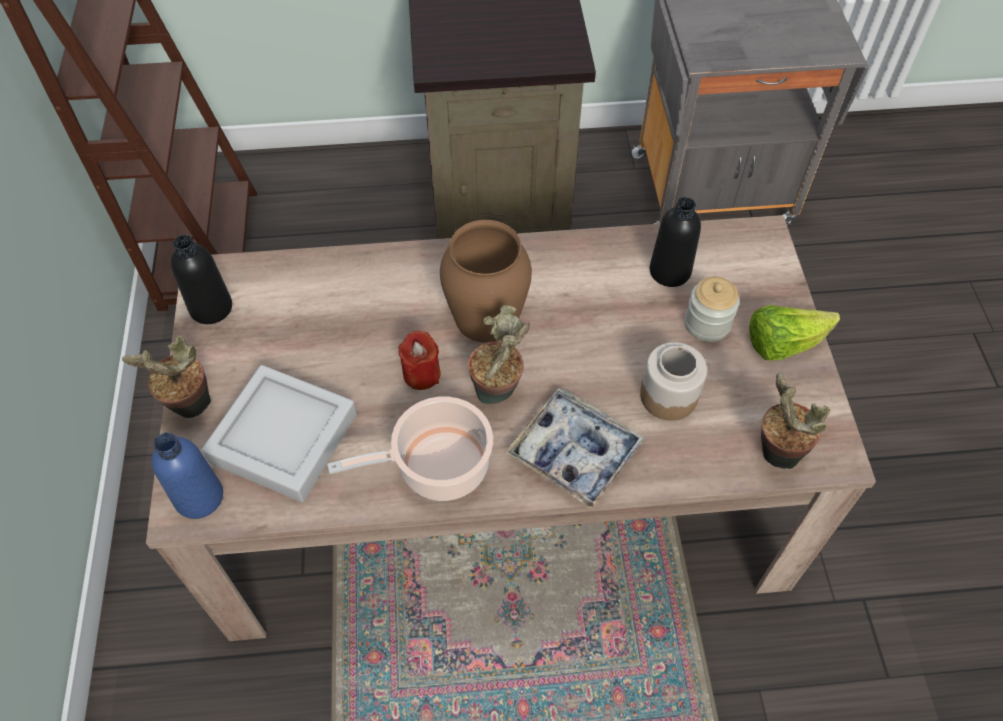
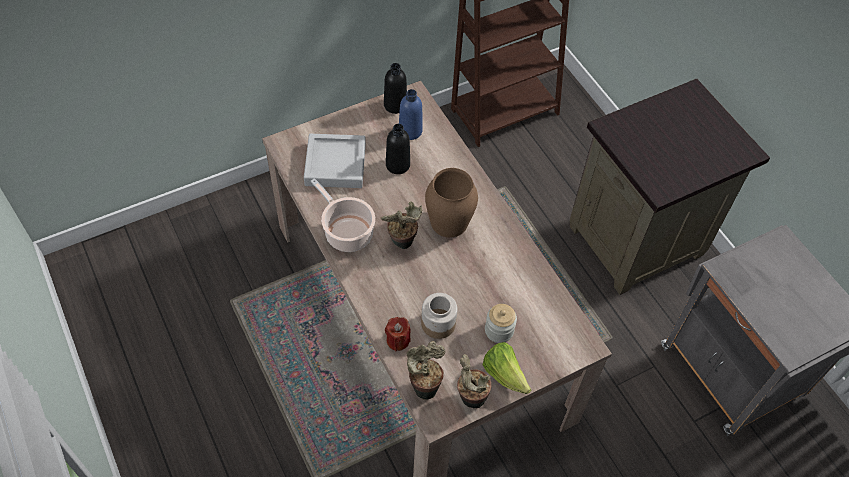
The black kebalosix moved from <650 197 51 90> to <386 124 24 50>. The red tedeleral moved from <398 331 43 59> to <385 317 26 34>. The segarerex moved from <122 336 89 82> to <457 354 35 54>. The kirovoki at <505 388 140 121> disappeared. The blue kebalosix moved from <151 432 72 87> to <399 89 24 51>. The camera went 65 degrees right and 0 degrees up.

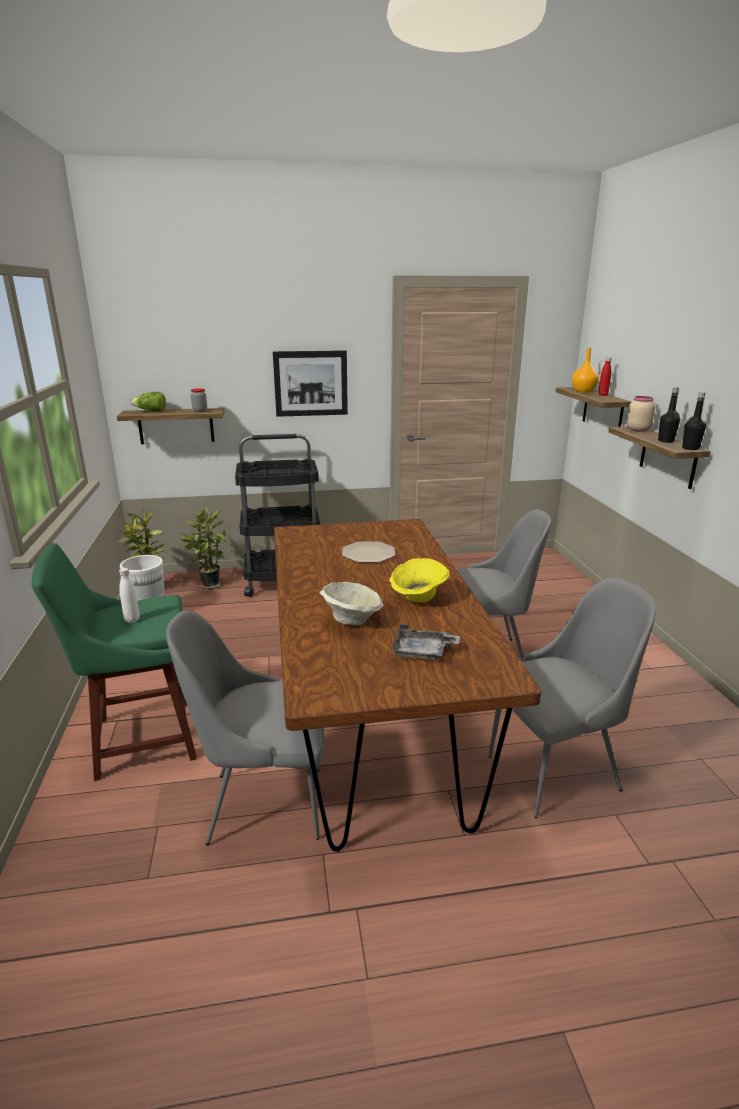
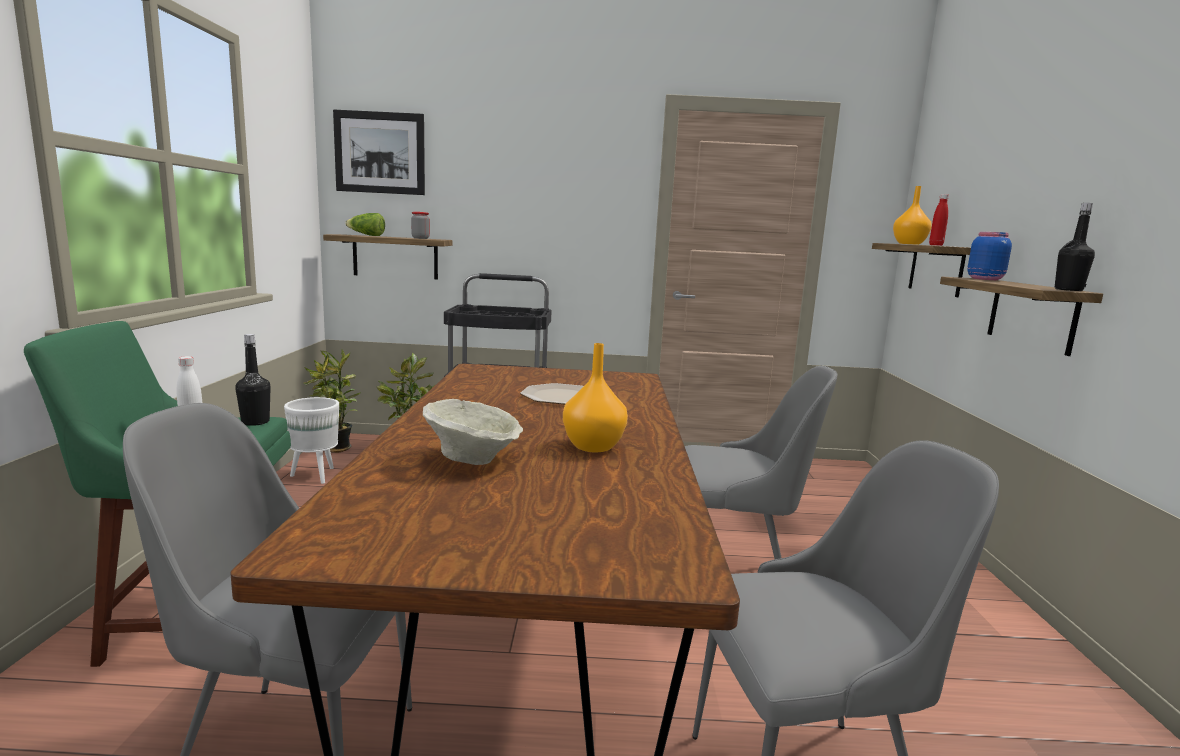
The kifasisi moved from <273 350 75 67> to <333 110 92 85>. The black kebalosix moved from <658 387 22 56> to <235 334 36 92>. The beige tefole at <627 396 28 36> became the blue tefole at <967 232 45 48>. The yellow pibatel at <389 558 61 45> was replaced by the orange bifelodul at <563 343 65 109>. The grey kirovoki at <391 624 69 37> disappeared. The camera went 10 degrees right and 10 degrees down.

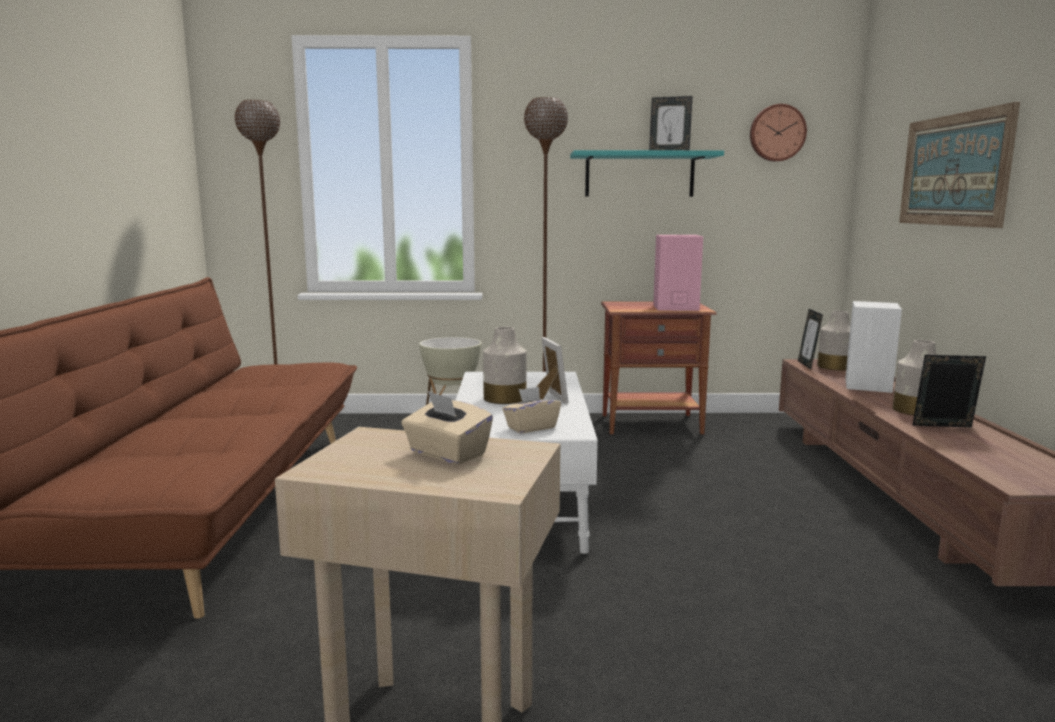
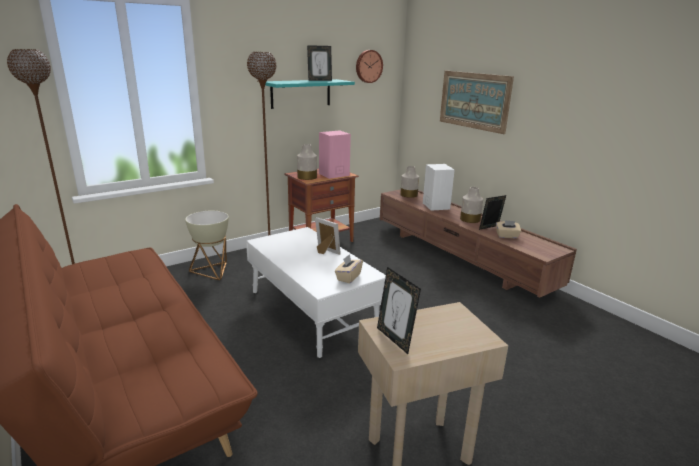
The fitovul moved from <798 309 25 60> to <377 267 44 87>. The beige bifelodul moved from <483 327 44 77> to <297 144 20 36>. The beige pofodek moved from <401 391 92 74> to <496 220 25 18>. The camera went 35 degrees left and 10 degrees up.

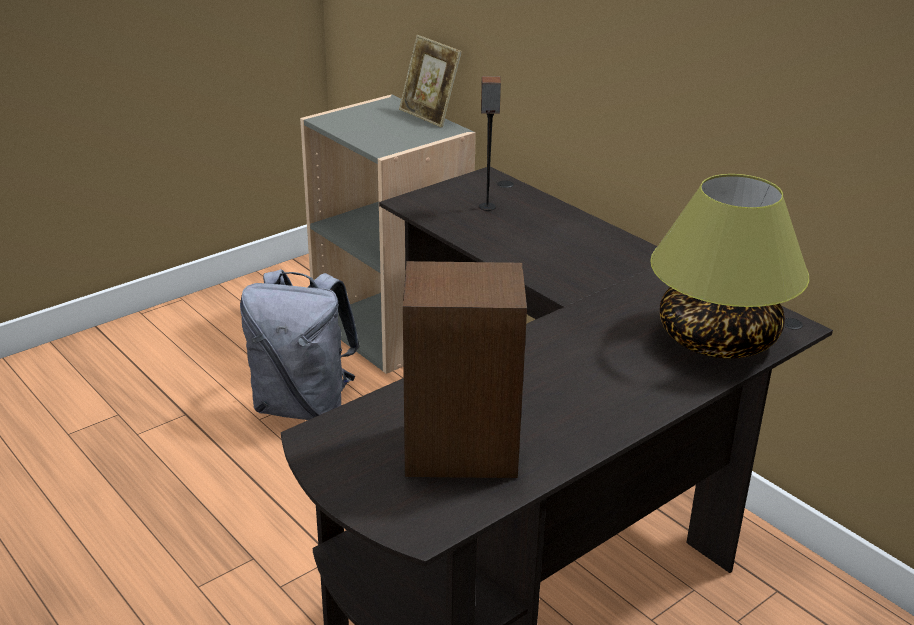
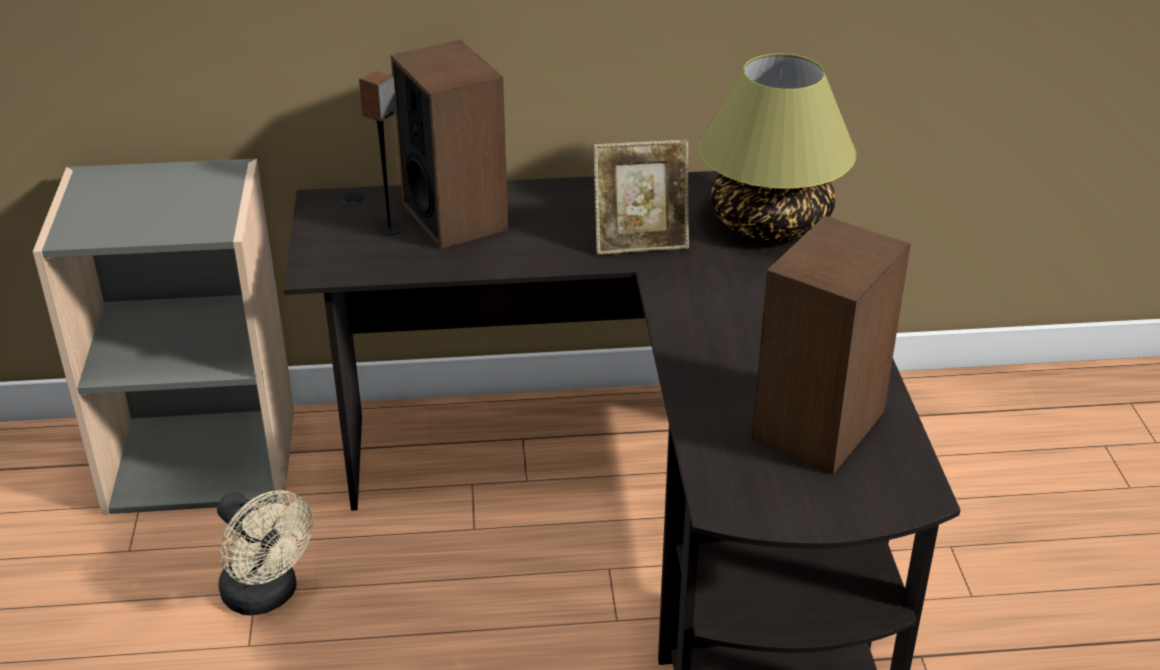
The fitovul moved from <399 35 63 93> to <593 140 96 115>. The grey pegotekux at <240 269 120 151> was replaced by the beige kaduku at <217 490 96 125>. The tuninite at <391 40 117 209> appeared. The camera went 55 degrees left and 5 degrees up.

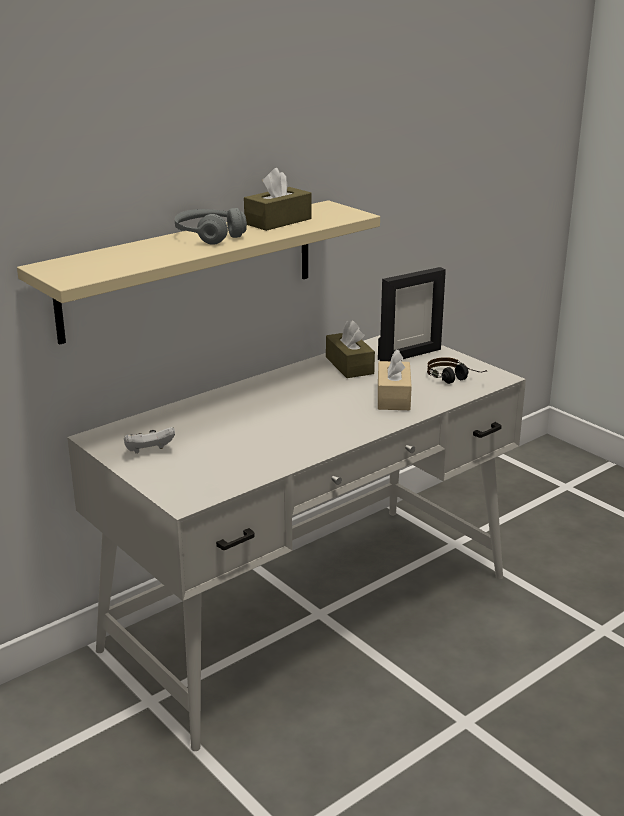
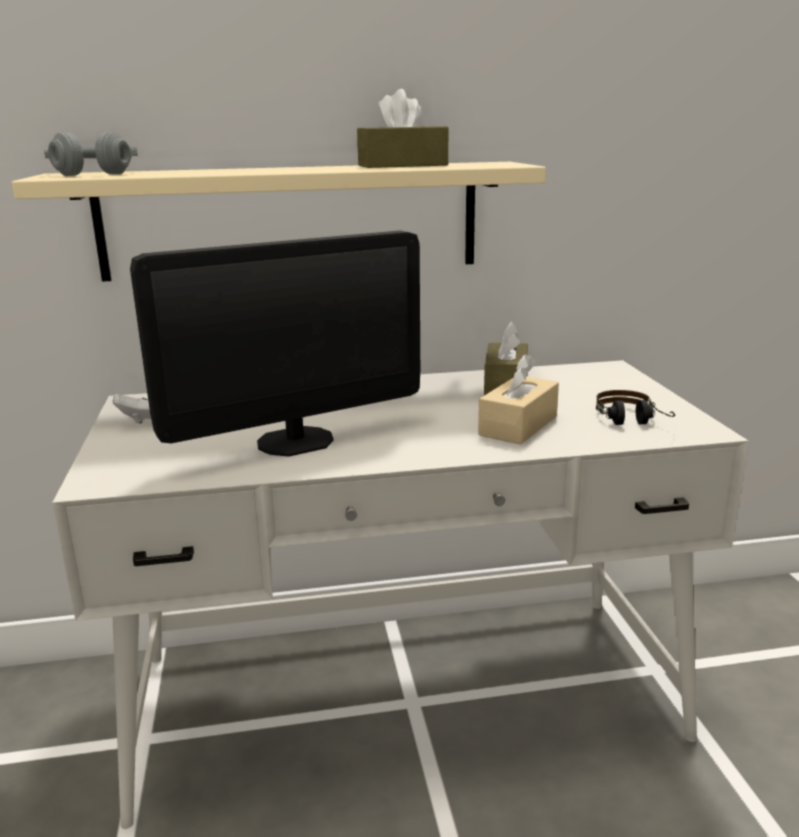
The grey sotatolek moved from <175 208 72 37> to <44 132 94 44>. The fitovul at <378 267 68 94> disappeared. The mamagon at <130 230 290 227> appeared. The camera went 30 degrees right and 5 degrees down.

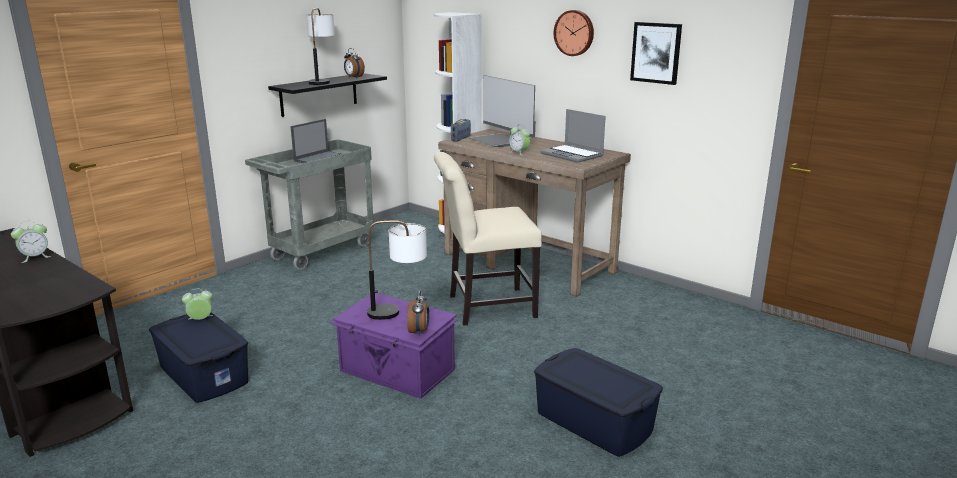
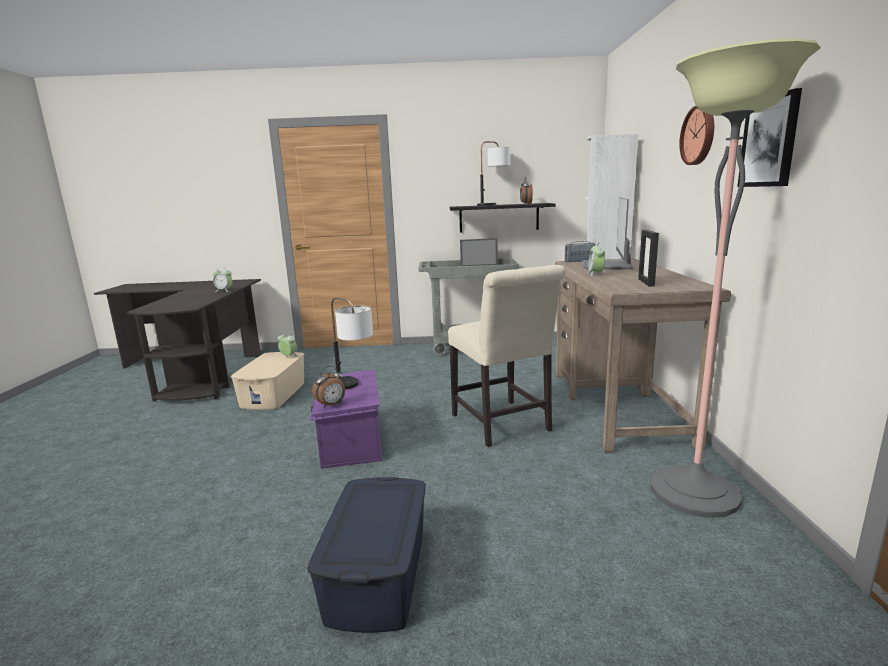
The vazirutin at <540 109 66 54> was replaced by the fitovul at <638 230 21 57>. The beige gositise at <434 152 108 174> turned 150 degrees counterclockwise. The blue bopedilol at <149 313 99 90> became the beige bopedilol at <231 352 73 58>. The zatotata at <650 38 171 480> appeared. The camera went 50 degrees right and 5 degrees down.

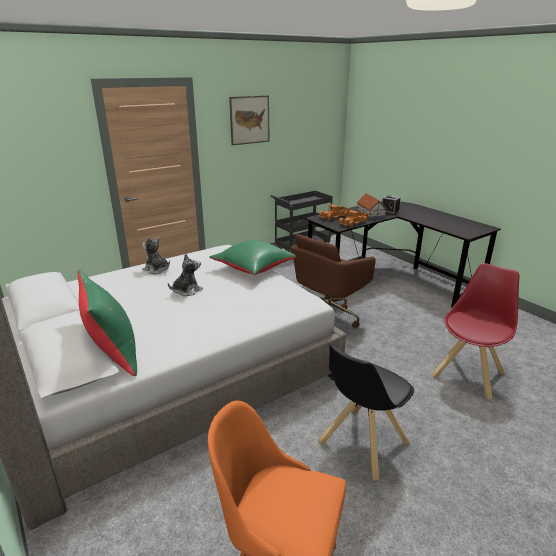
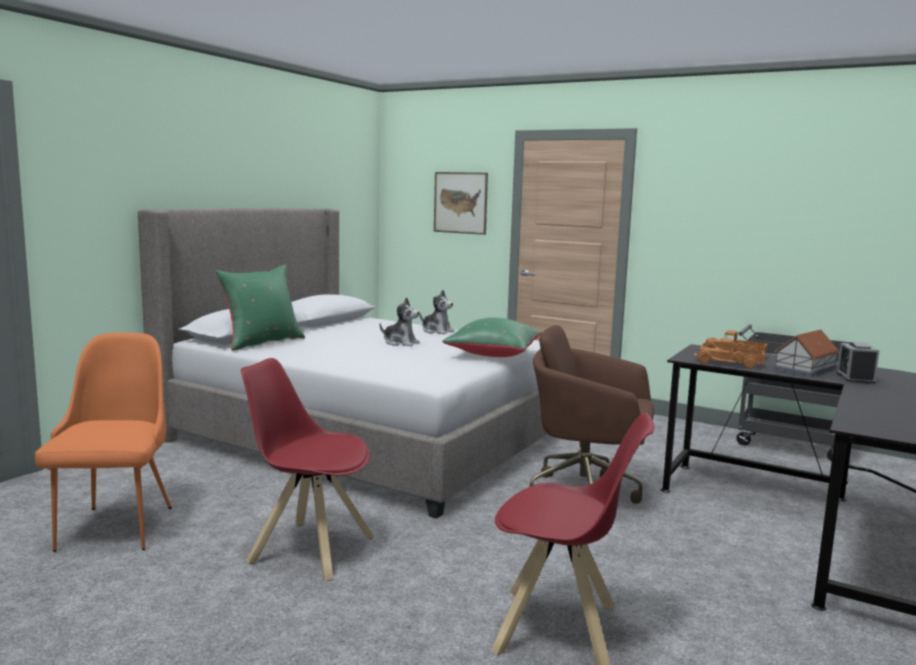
The kifasisi moved from <229 95 41 51> to <434 172 54 63>. The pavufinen at <142 237 28 37> turned 120 degrees clockwise. The black gositise at <318 344 96 137> became the red gositise at <241 358 133 223>. The camera went 65 degrees right and 15 degrees down.

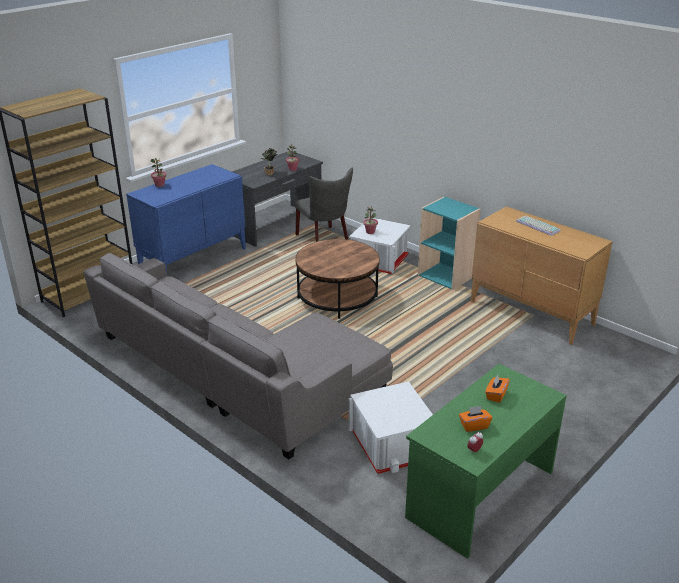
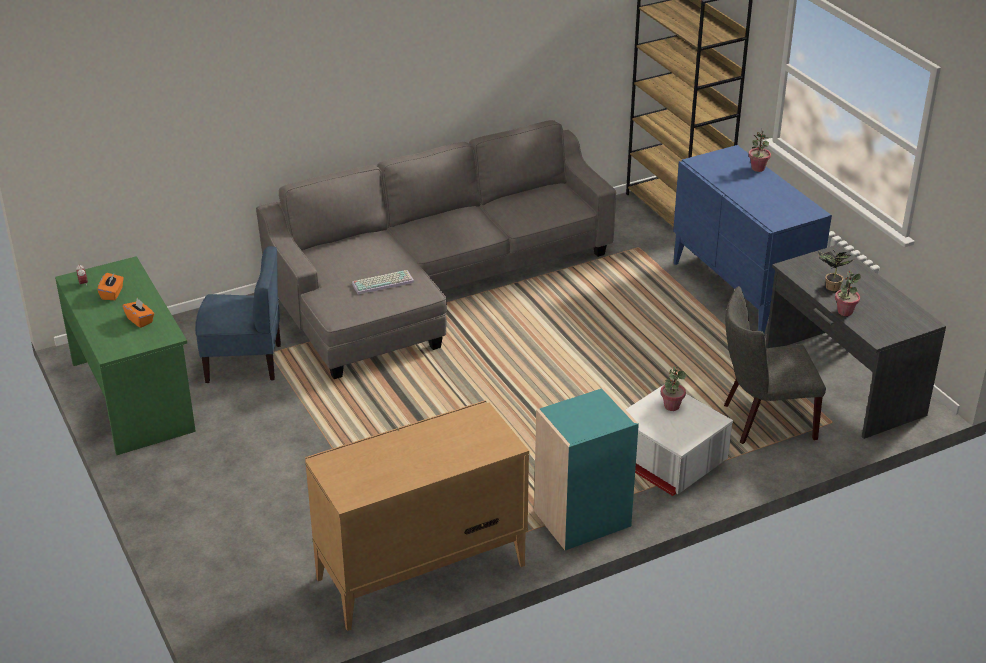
The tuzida moved from <516 215 45 21> to <352 270 62 25>. The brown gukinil at <295 239 85 80> disappeared. The white bopedilol at <348 381 85 93> was replaced by the blue gositise at <195 246 86 137>. The camera went 110 degrees right and 5 degrees up.

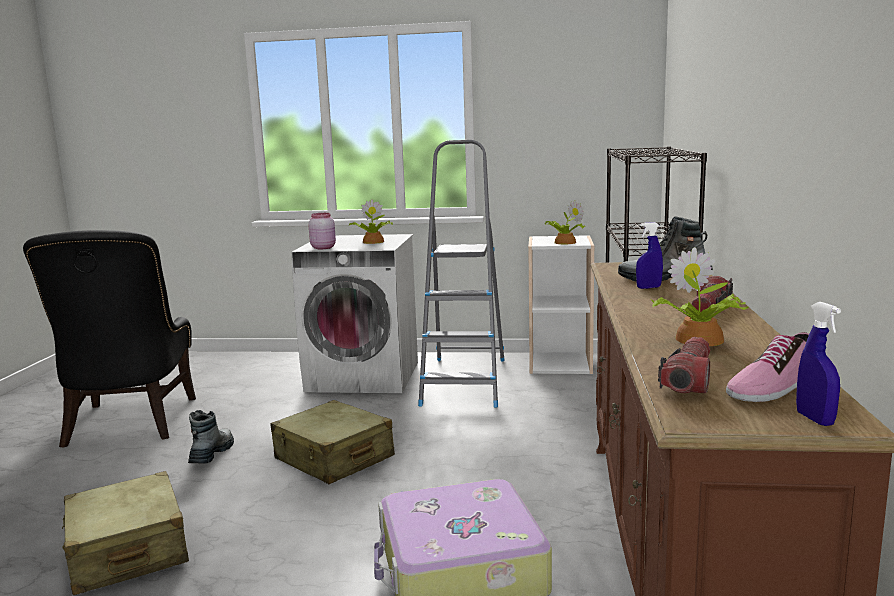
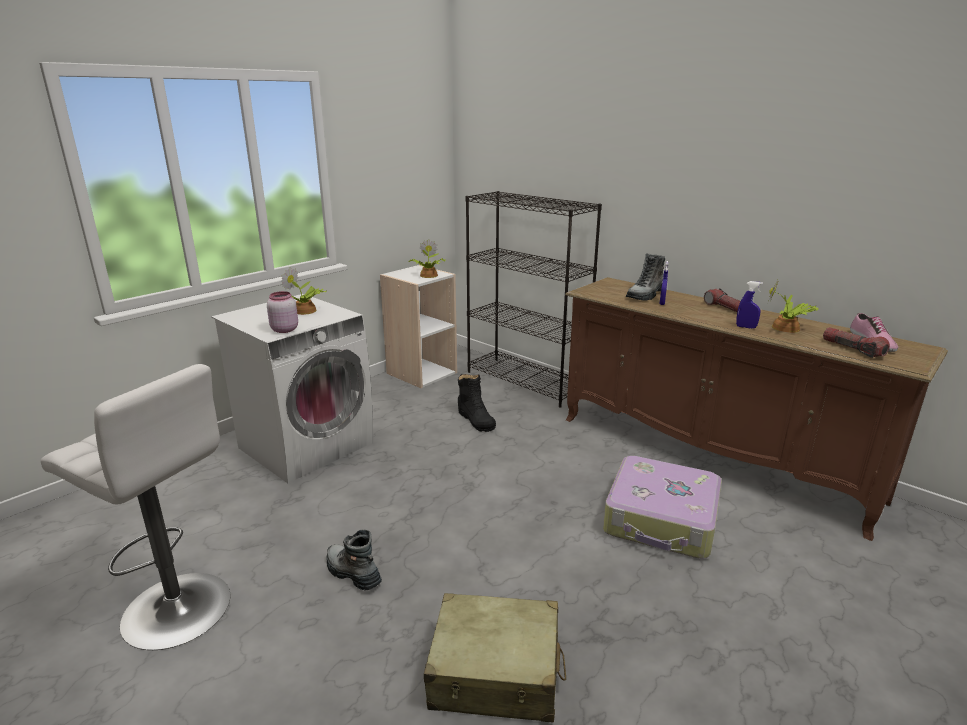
The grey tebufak at <418 140 86 267> disappeared. The black gositise at <23 230 173 218> was replaced by the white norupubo at <41 364 189 286>. The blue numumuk moved from <796 302 45 124> to <736 281 27 48>. The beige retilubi at <270 400 125 84> disappeared. The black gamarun at <458 374 38 58> appeared. The camera went 55 degrees left and 10 degrees up.

